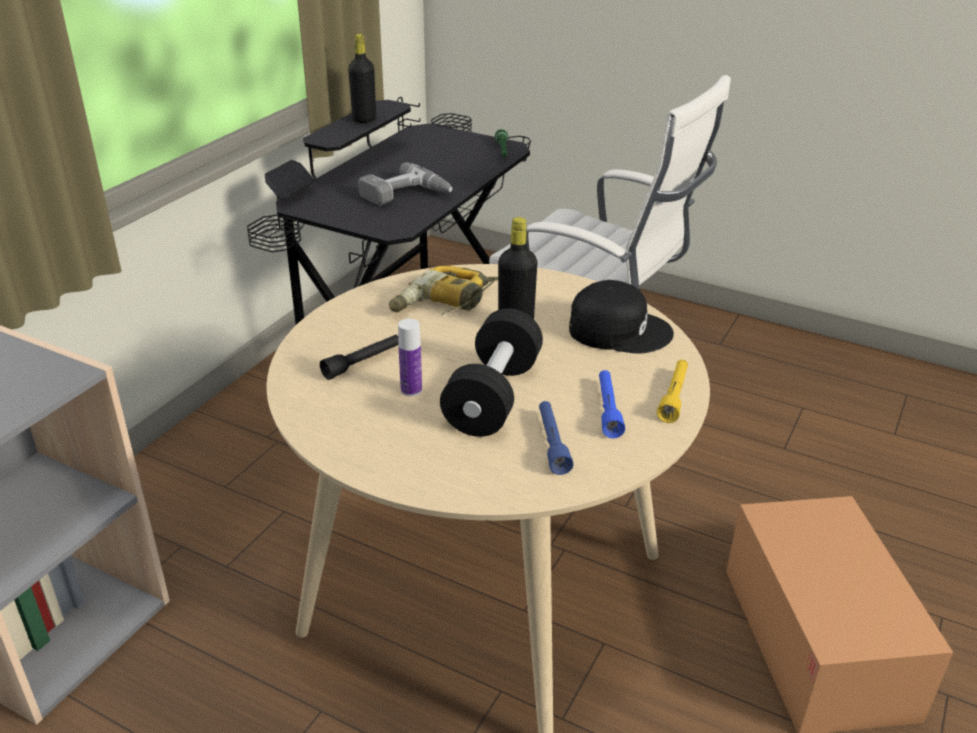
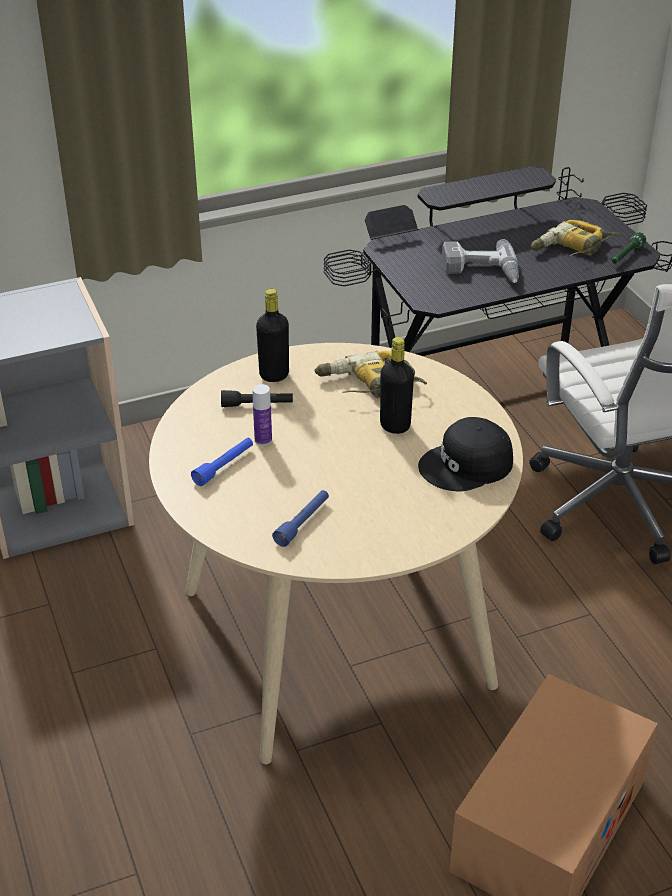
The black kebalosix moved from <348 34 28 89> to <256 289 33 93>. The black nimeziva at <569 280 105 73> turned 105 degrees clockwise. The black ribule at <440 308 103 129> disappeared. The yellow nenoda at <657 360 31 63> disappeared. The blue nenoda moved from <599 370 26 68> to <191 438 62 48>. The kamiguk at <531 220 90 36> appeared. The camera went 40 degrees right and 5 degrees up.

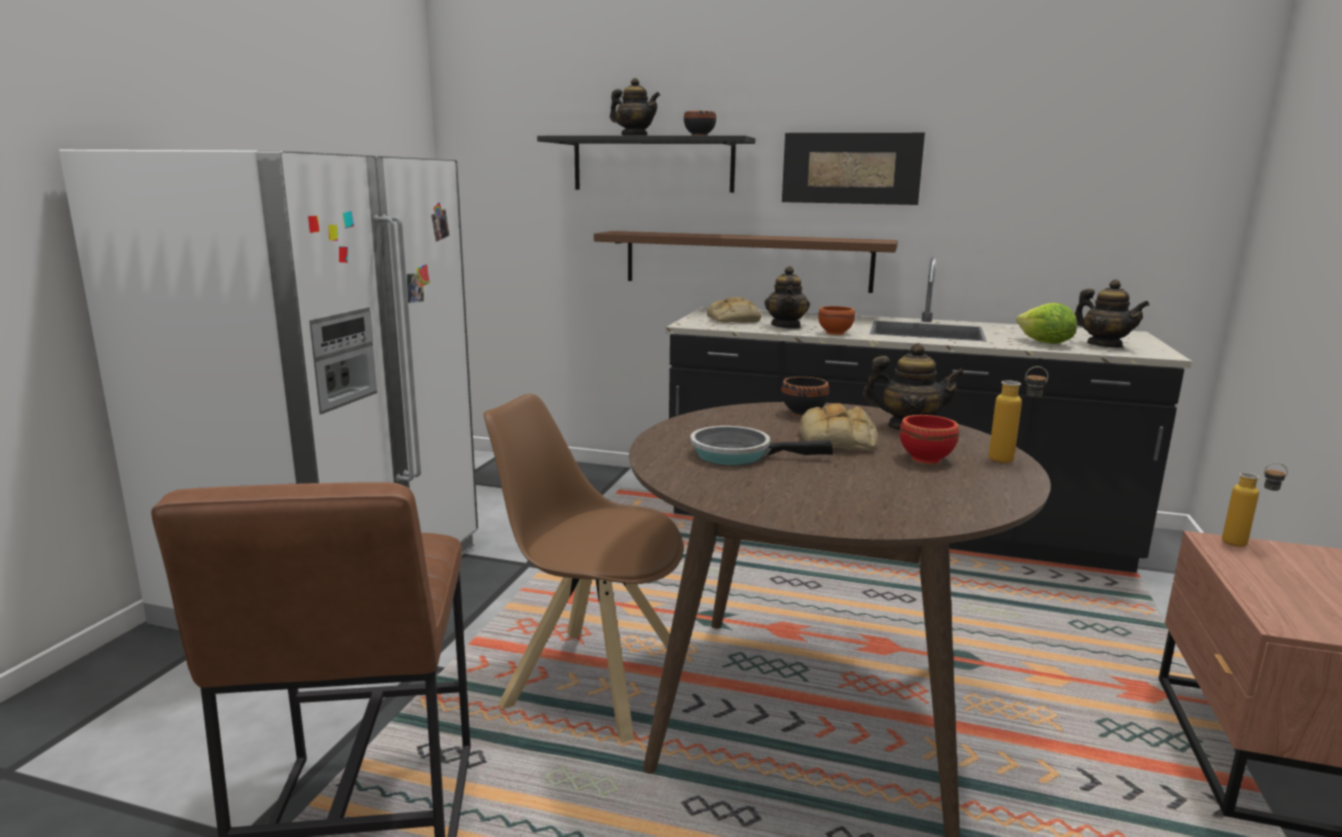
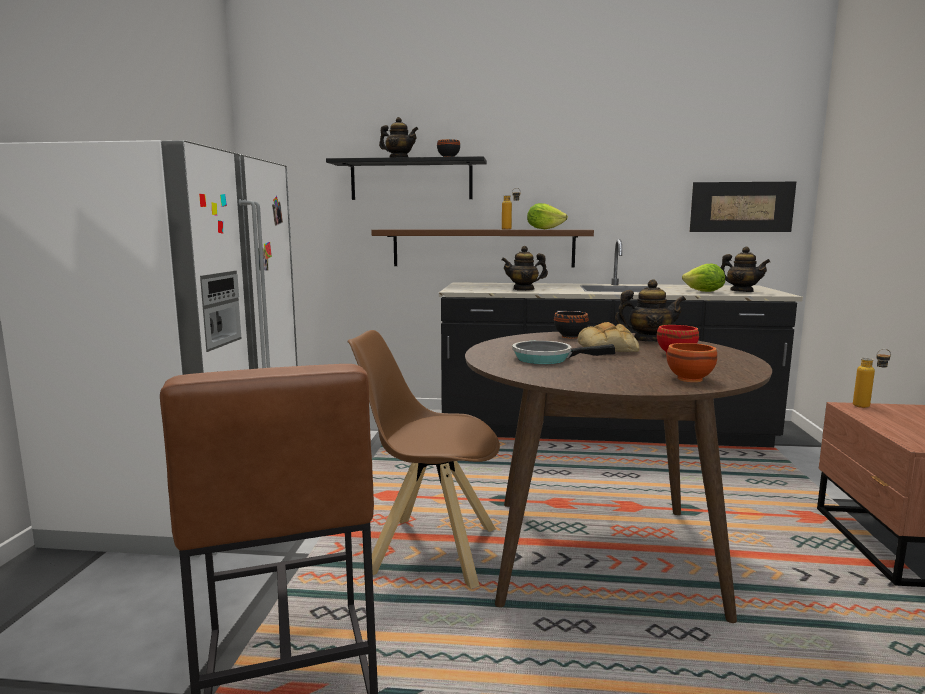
The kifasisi moved from <782 133 143 72> to <690 182 106 50>. The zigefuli at <764 266 46 63> turned 90 degrees clockwise. The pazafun at <707 297 55 26> disappeared. The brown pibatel moved from <818 306 37 29> to <667 343 50 39>. The kebalosix moved from <989 366 59 97> to <502 188 19 41>. The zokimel at <527 203 41 26> appeared. The camera went 10 degrees left and 5 degrees down.

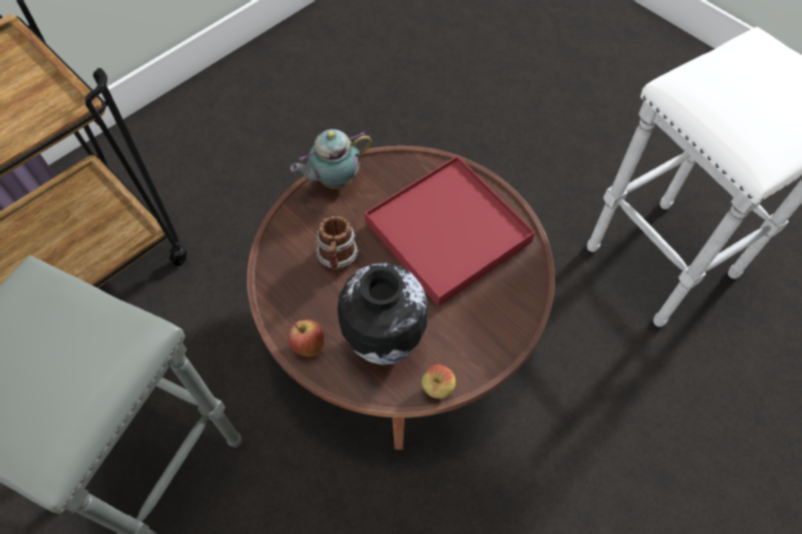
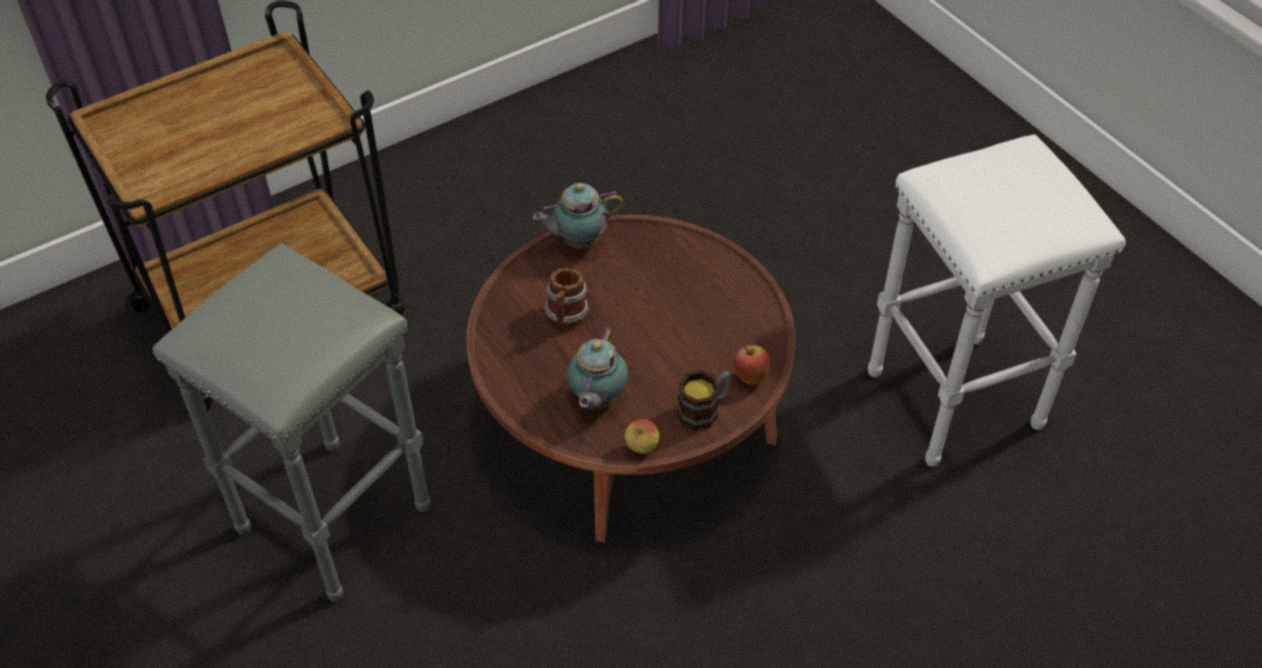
The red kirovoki at <365 156 170 151> disappeared. The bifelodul at <337 263 91 102> was replaced by the zigefuli at <567 327 62 82>. The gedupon moved from <288 319 37 38> to <733 344 38 41>. The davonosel at <677 370 54 61> appeared. The camera went 10 degrees right and 10 degrees down.

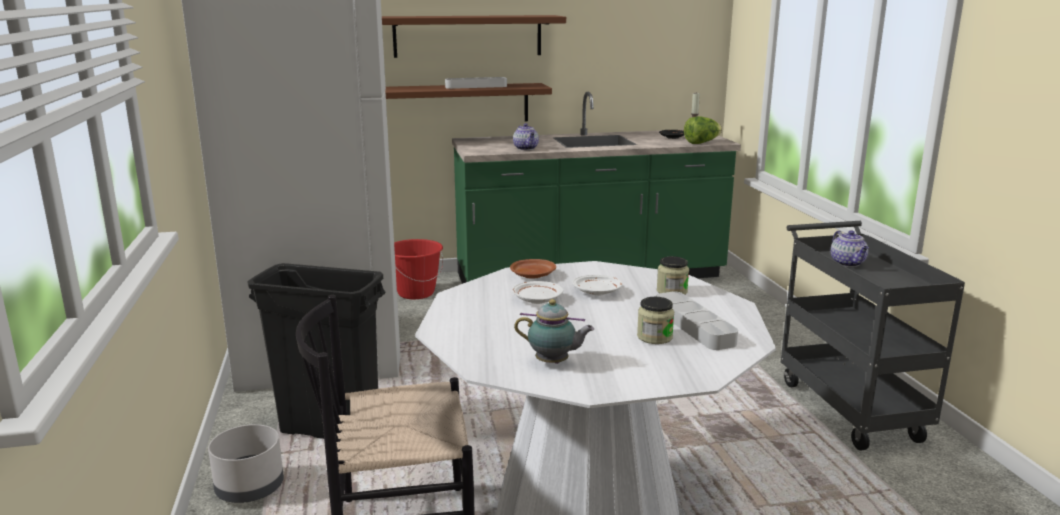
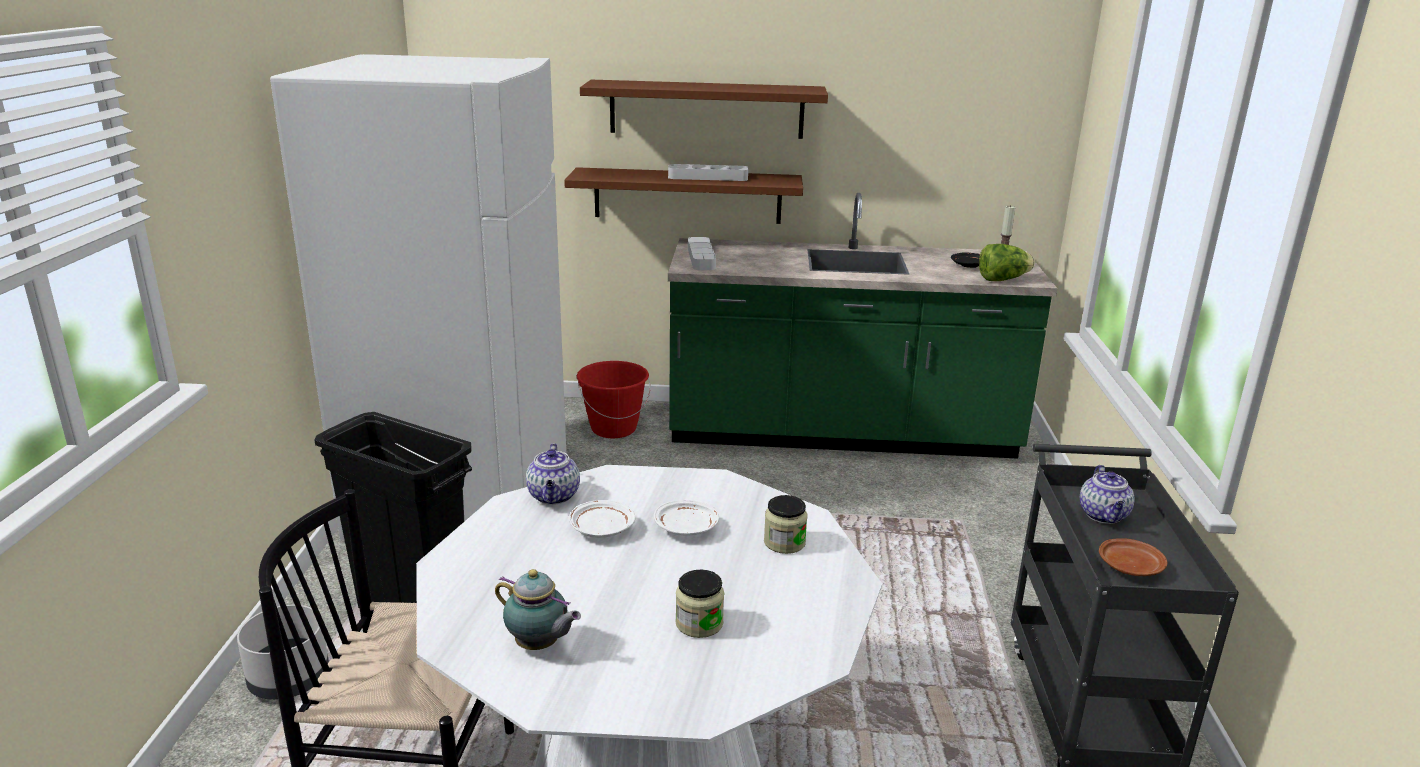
The zigefuli moved from <513 123 26 27> to <526 443 54 62>. The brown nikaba moved from <510 259 46 20> to <1099 538 68 38>. The grey kirovoki moved from <656 292 82 58> to <688 237 28 33>. The camera went 15 degrees right and 5 degrees up.

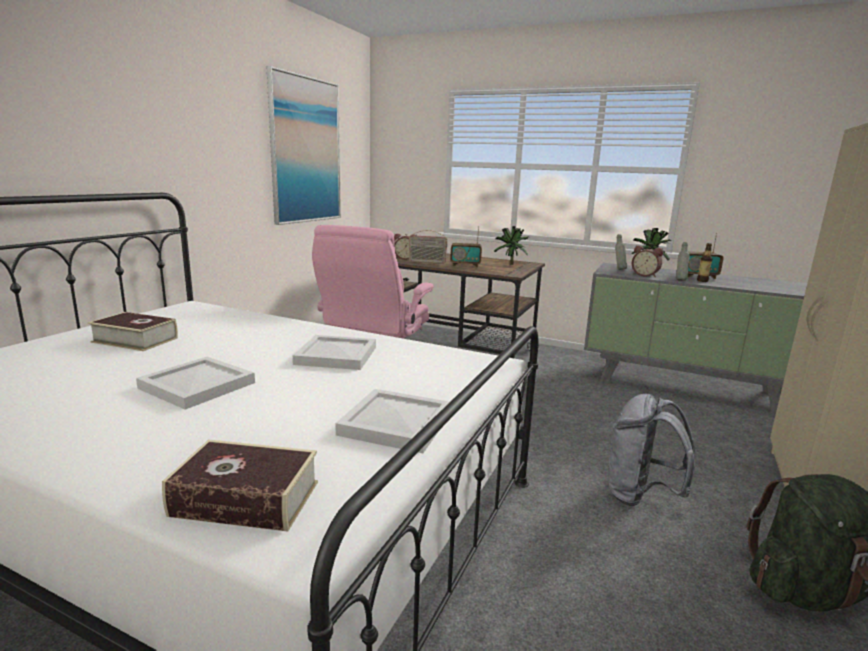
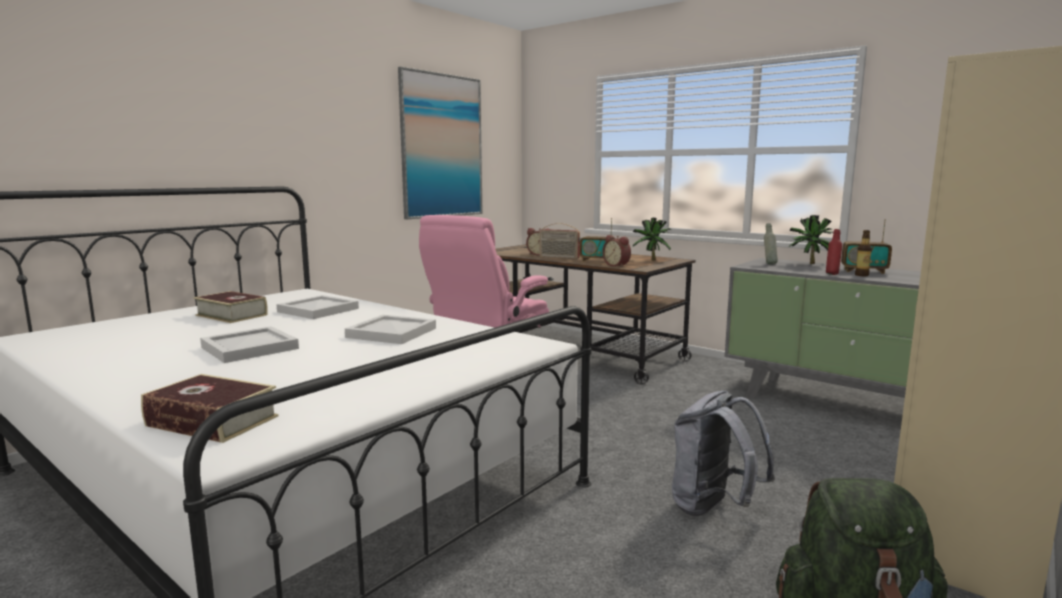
The grey kebalosix at <676 242 14 39> became the red kebalosix at <826 229 16 46>. The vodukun moved from <632 245 31 32> to <602 235 29 32>. The white kirovoki moved from <335 389 115 64> to <277 295 82 24>. The camera went 15 degrees right and 5 degrees down.

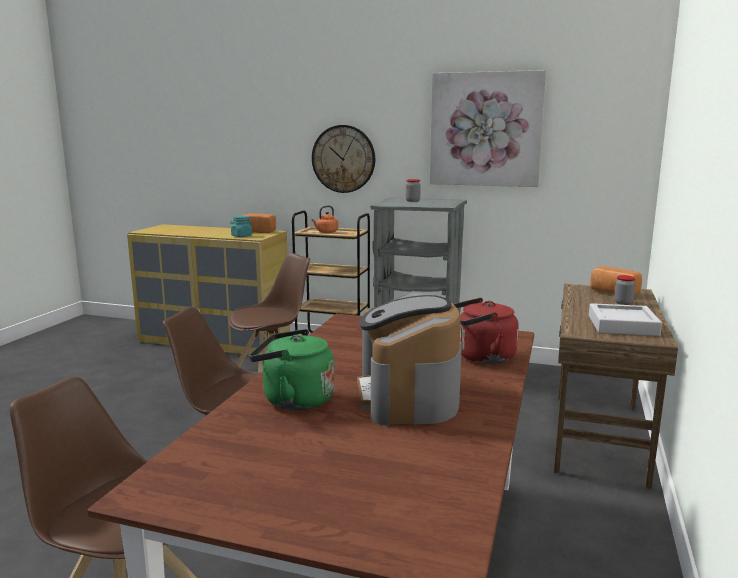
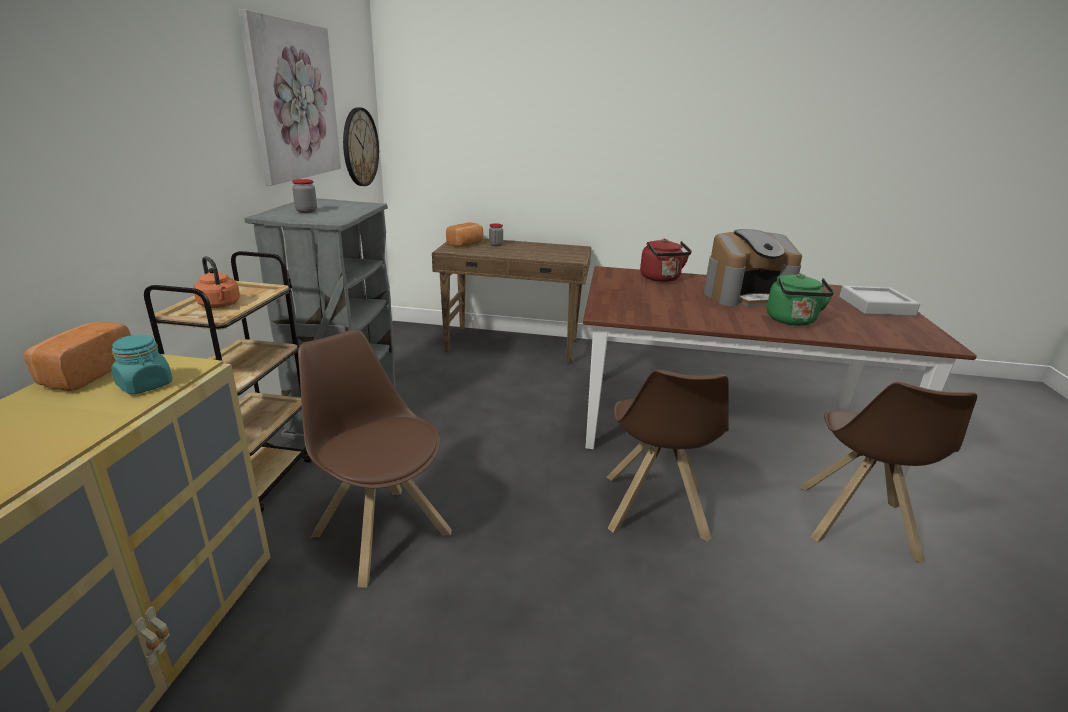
The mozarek moved from <312 125 63 68> to <343 107 36 79>. The grey kirovoki moved from <589 303 73 33> to <839 286 81 30>. The camera went 100 degrees left and 10 degrees up.

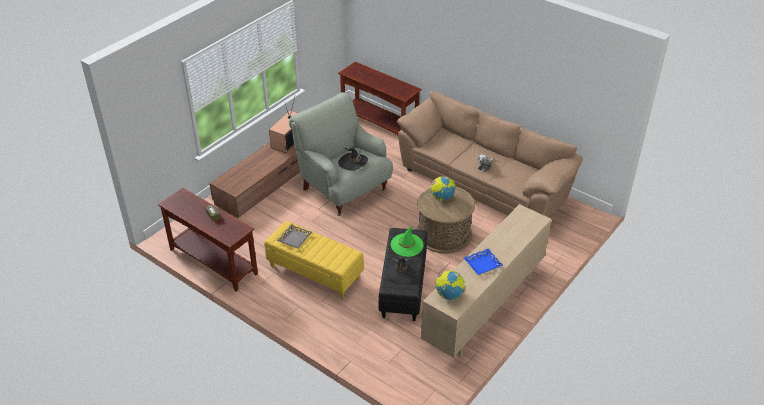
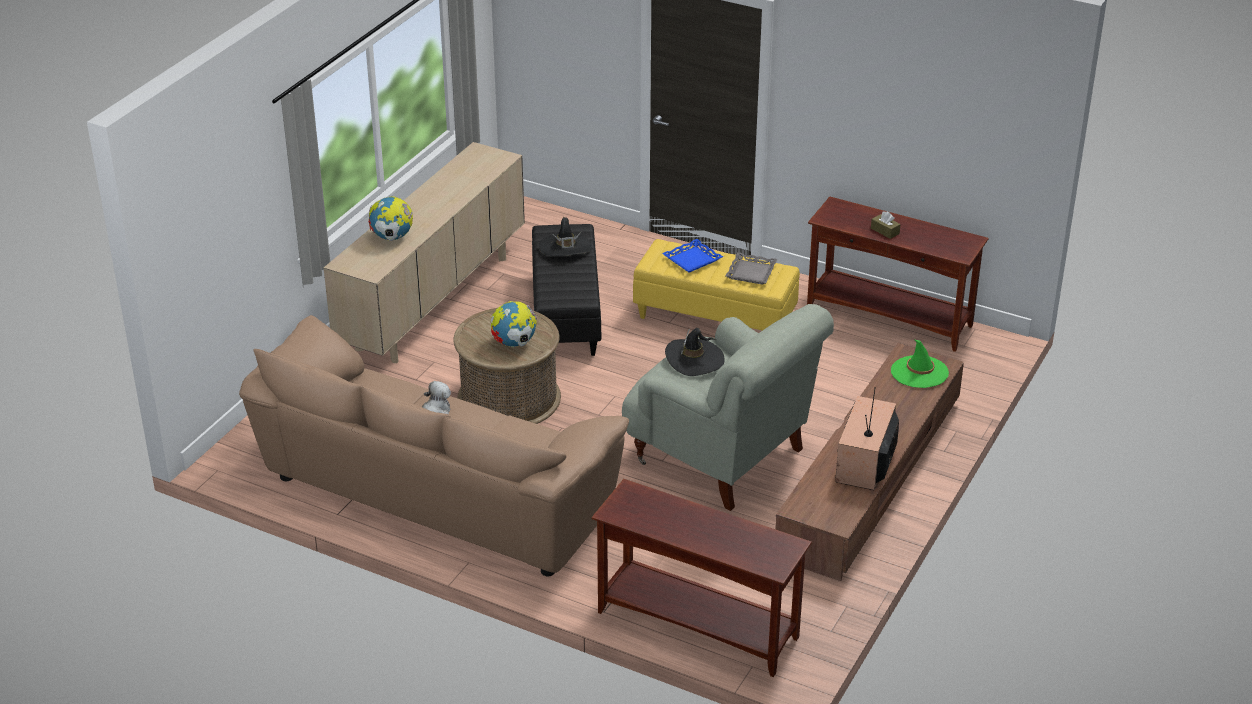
The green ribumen moved from <391 226 32 31> to <891 340 58 48>. The blue kirovoki moved from <464 248 39 27> to <662 239 61 34>. The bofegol moved from <436 270 29 30> to <369 196 44 45>. The camera went 170 degrees right and 5 degrees down.

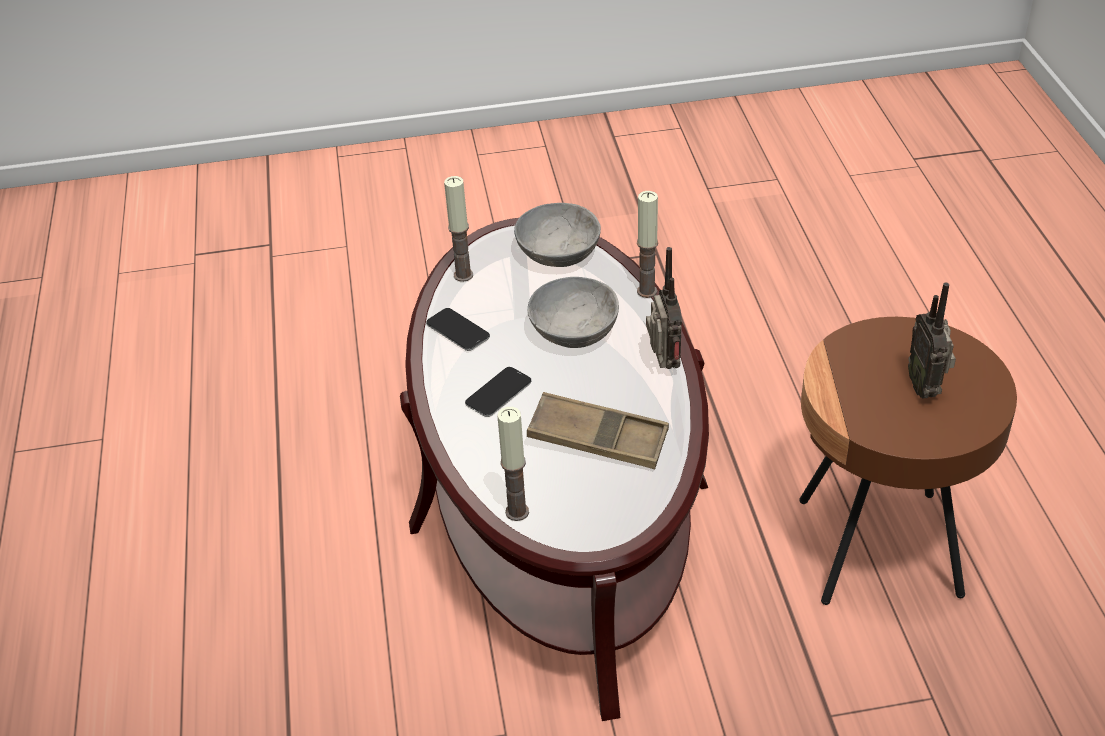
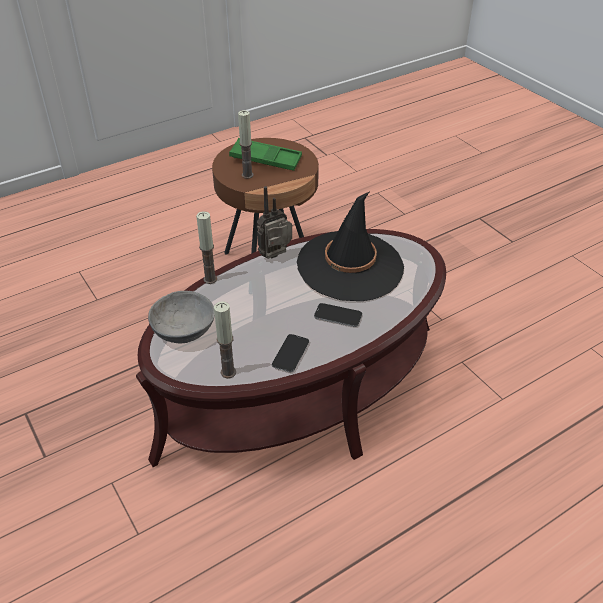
The grey pibatel at <527 277 92 71> disappeared. The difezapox at <908 283 48 115> was replaced by the green kirovoki at <229 138 73 33>. The brown kirovoki at <527 392 142 77> was replaced by the black ribumen at <297 192 107 109>. The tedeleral moved from <498 407 31 114> to <238 110 16 69>. The camera went 115 degrees left and 0 degrees up.

